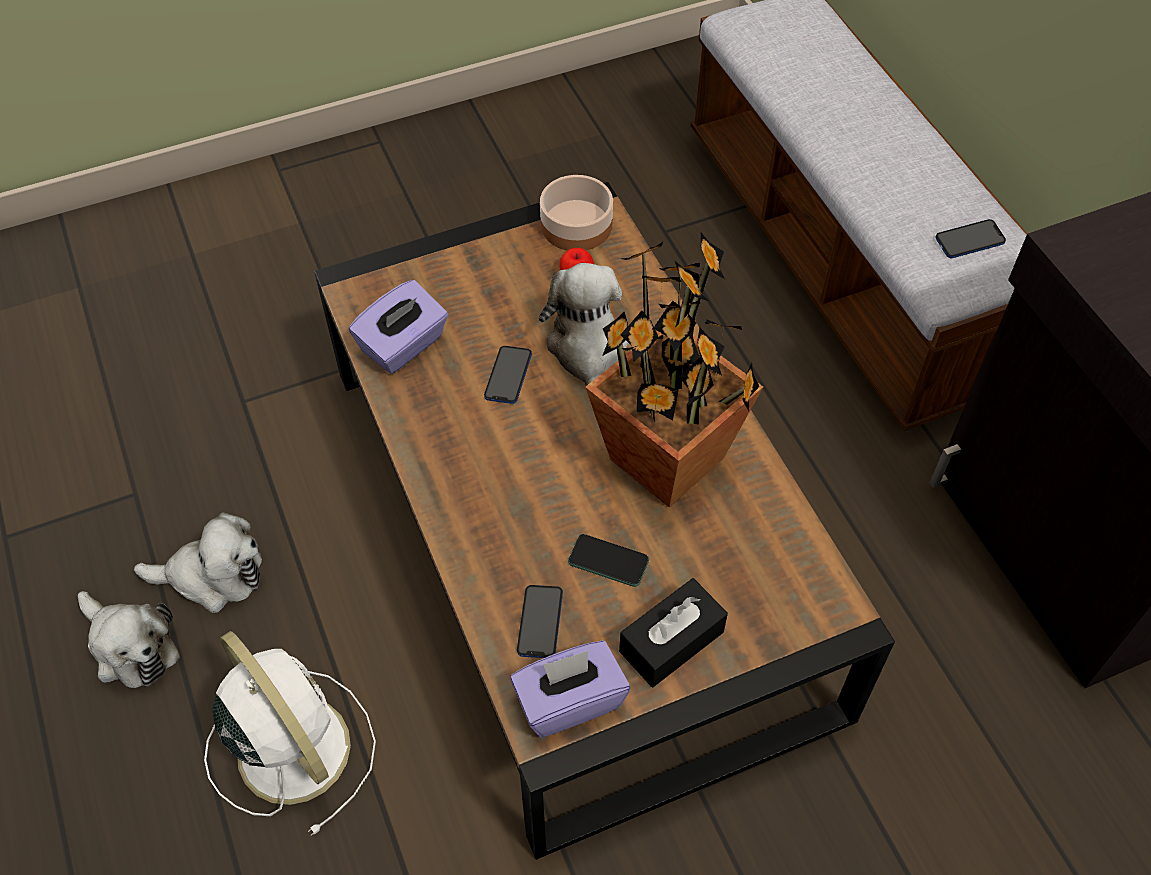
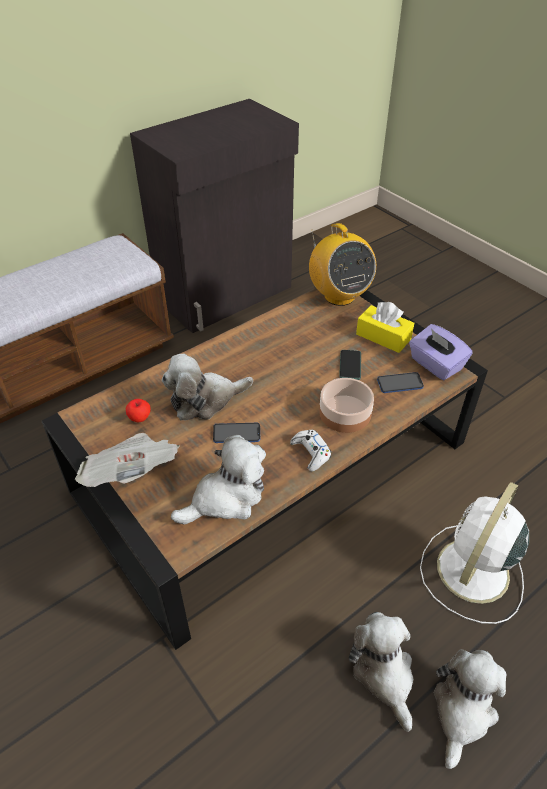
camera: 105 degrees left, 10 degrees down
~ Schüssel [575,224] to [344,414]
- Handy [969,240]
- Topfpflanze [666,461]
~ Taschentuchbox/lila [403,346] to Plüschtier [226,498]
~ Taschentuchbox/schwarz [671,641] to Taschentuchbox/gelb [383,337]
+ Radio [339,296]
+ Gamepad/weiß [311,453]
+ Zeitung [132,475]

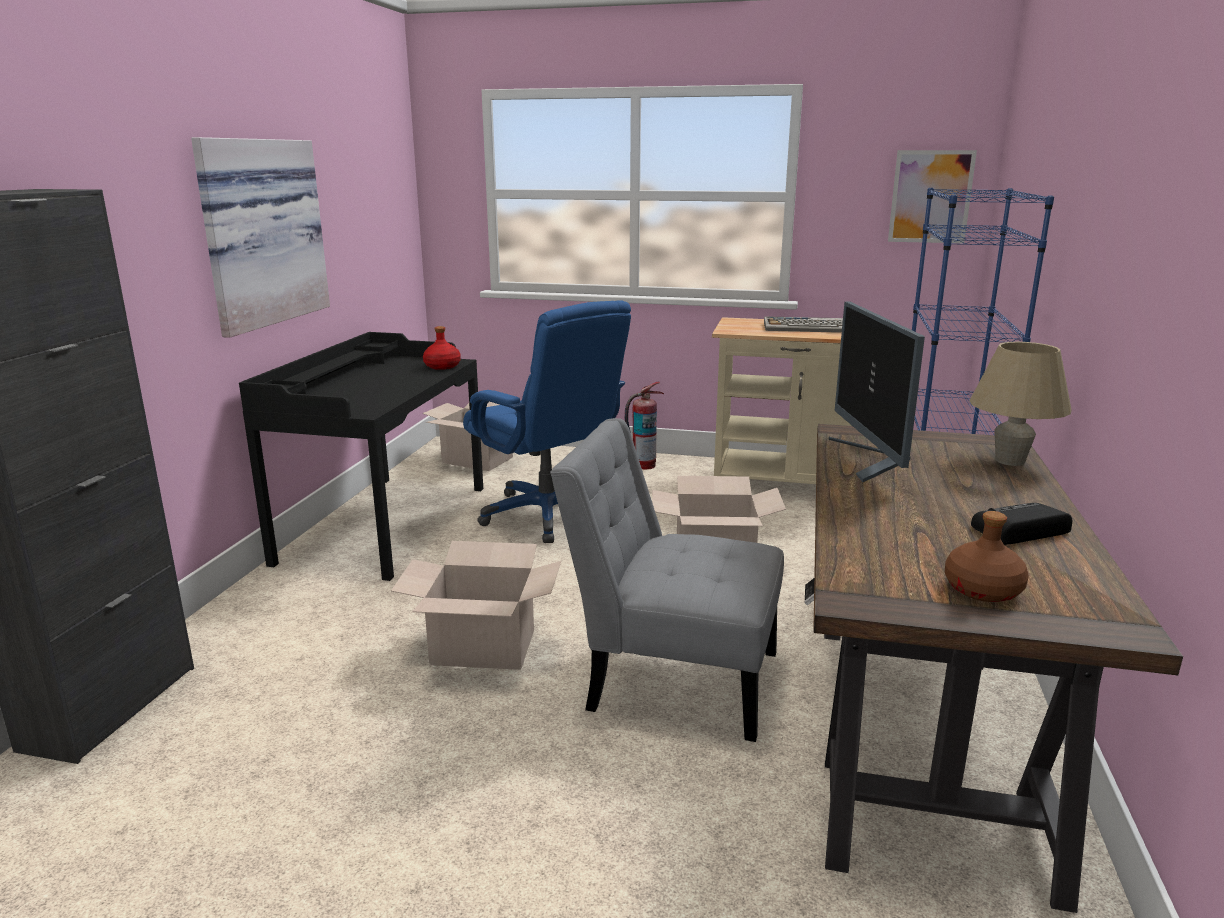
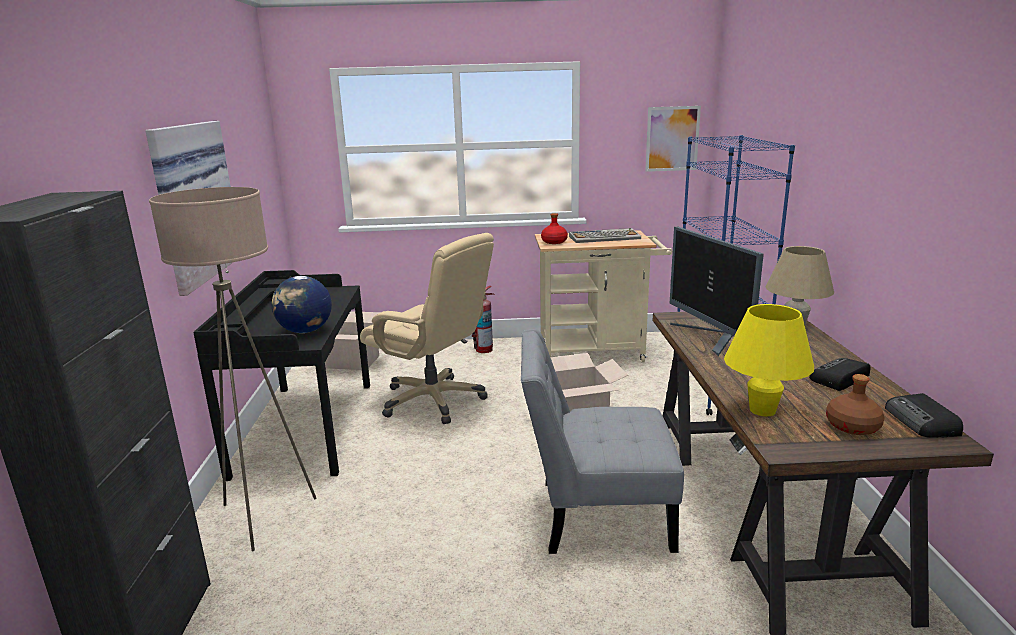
camera: 15 degrees left, 0 degrees up
~ Bürostuhl/blau [548,515] to Bürostuhl/beige [433,400]
~ Flasche/rot [442,366] to [554,242]
- Karton [484,647]
+ Stehlampe/beige [264,516]
+ Globus [305,331]
+ Tischlampe/gelb [762,410]
+ Radio [922,422]

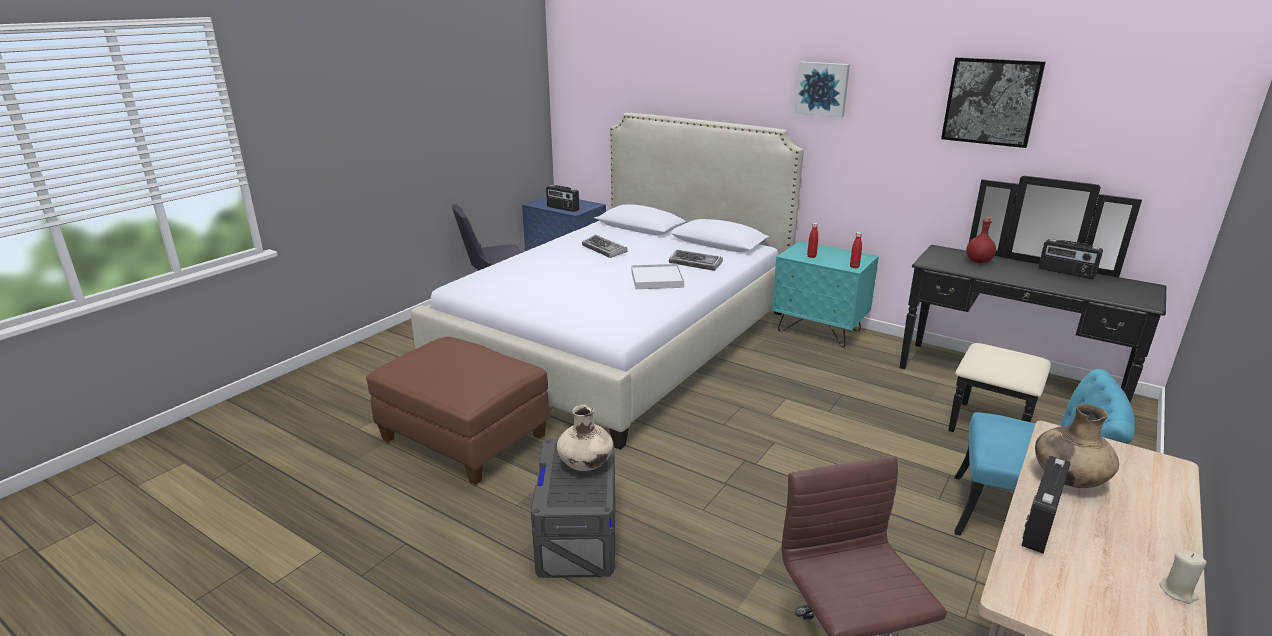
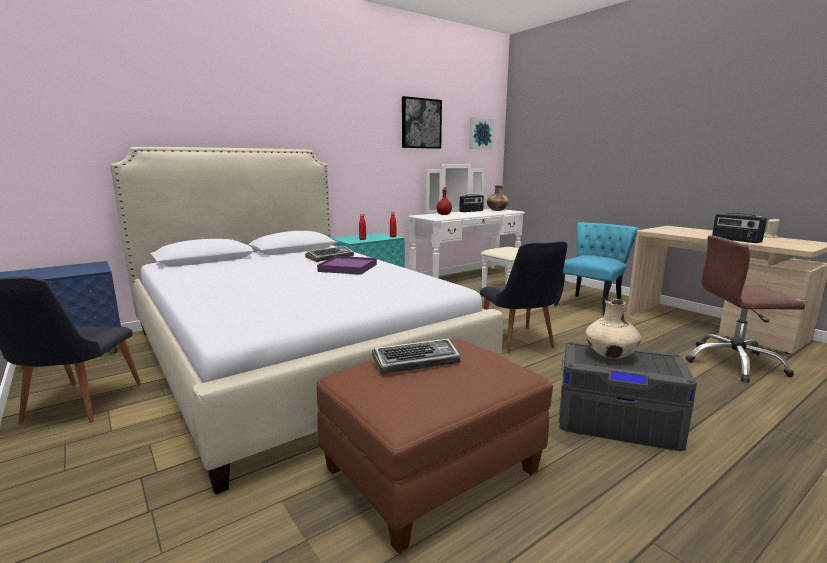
camera: 70 degrees left, 10 degrees down
~ Bild [822,89] to [480,133]
~ Kommode/schwarz [1005,391] to Kommode/weiß [476,280]
- Radio [562,208]
~ Tastatur [605,250] to [416,361]
~ Tablett/weiß [656,279] to Tablett/lila [348,268]
~ Vase/braun [1067,480] to [497,211]
+ Stuhl/schwarz [519,343]

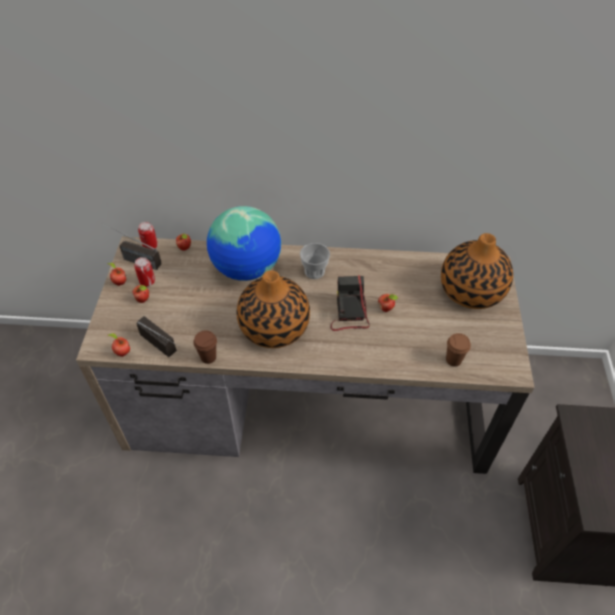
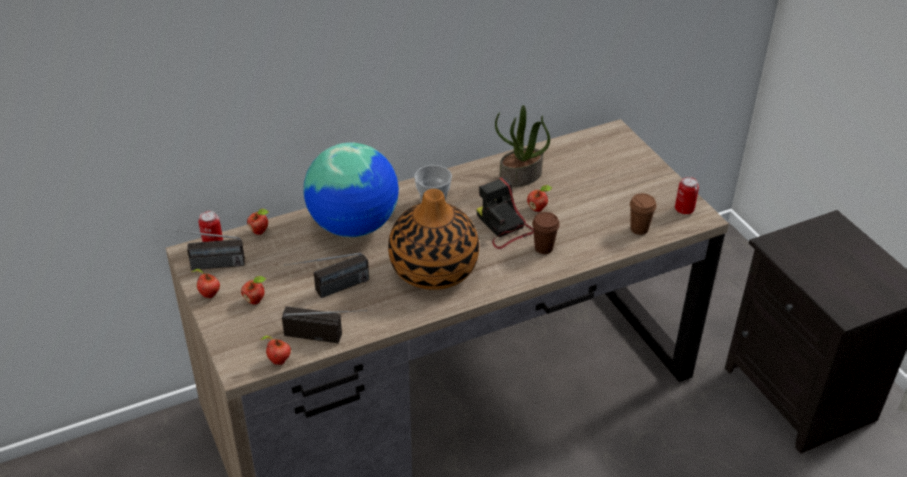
camera: 30 degrees left, 10 degrees down
- Vase [471,290]
~ Dose [147,281] to [684,209]
~ Tasse/braun [208,357] to [543,248]
+ Topfpflanze [520,177]
+ Radio [330,291]

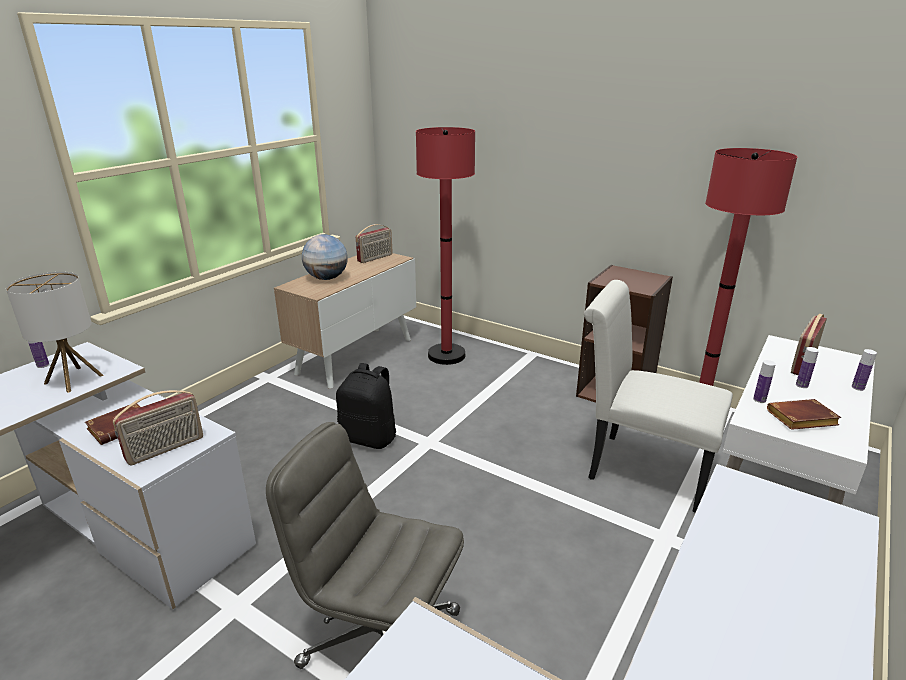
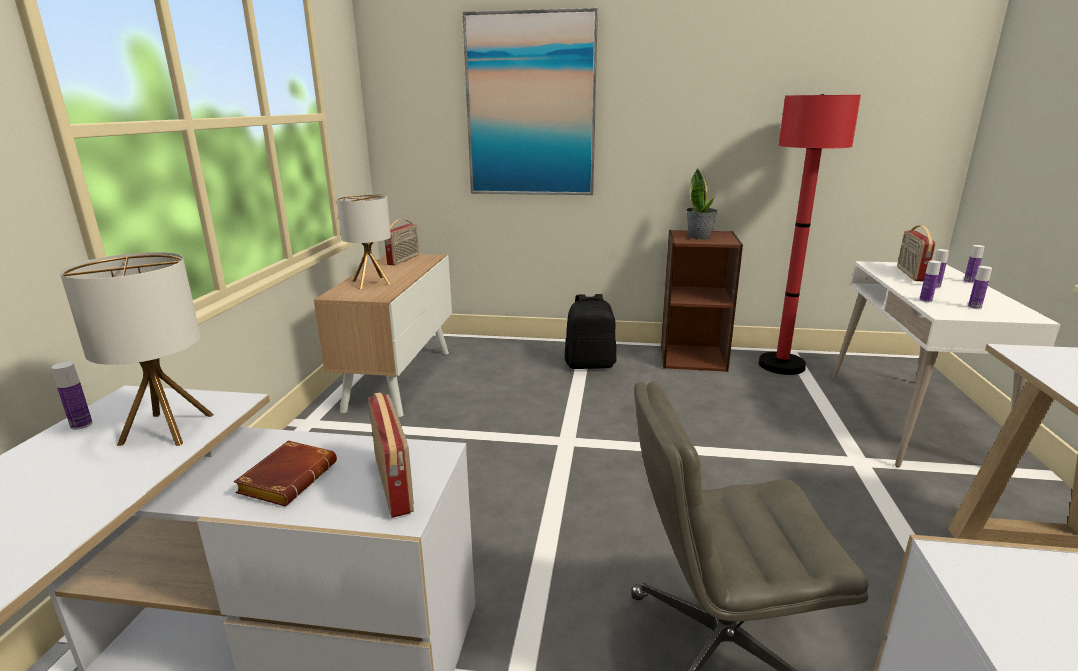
camera: 25 degrees left, 5 degrees down
- Stehlampe/rot [446,355]
~ Globus [327,278] to Tischlampe [371,283]
- Stuhl/weiß [640,469]
~ Rucksack/schwarz [369,438] to [590,364]
~ Radio [166,449] = [395,484] 45 degrees counterclockwise
~ Buch/braun [801,420] to Flasche [974,307]
+ Bild [530,106]
+ Topfpflanze [699,237]

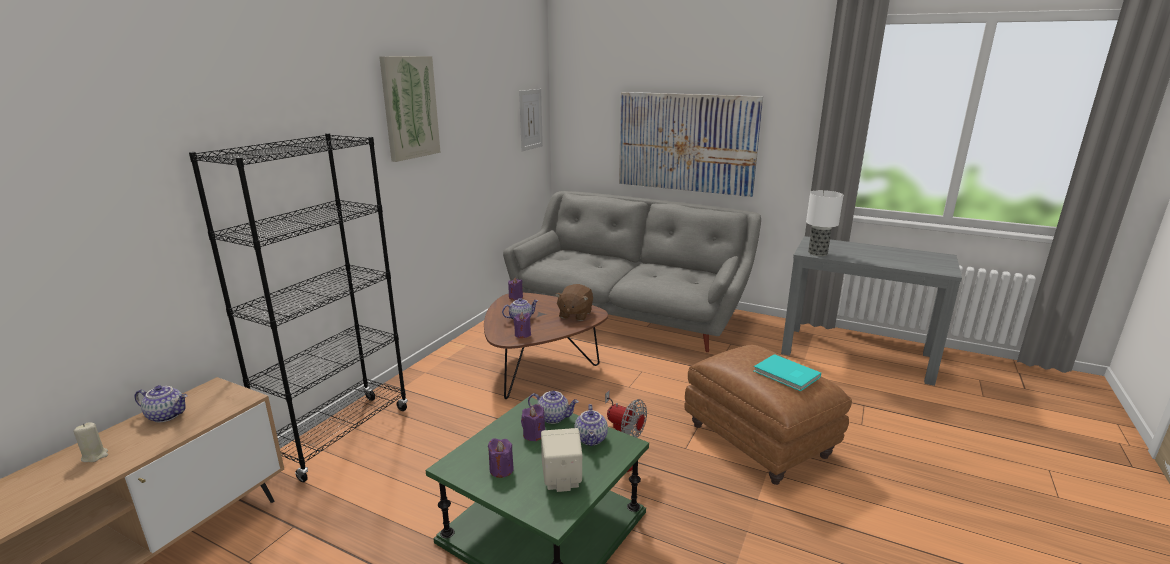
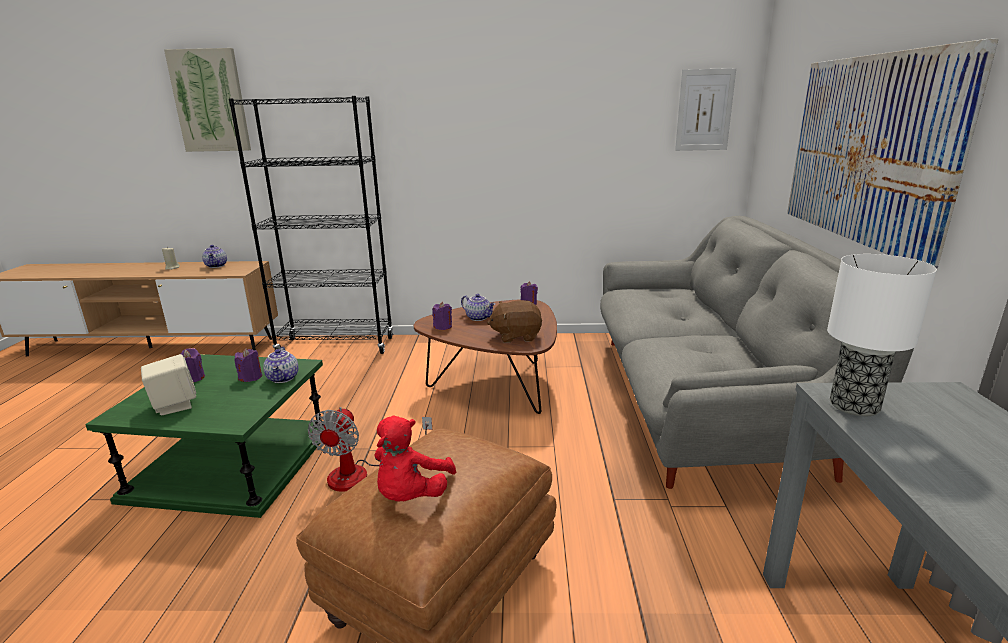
camera: 65 degrees right, 0 degrees up
~ Bild [409,107] to [210,101]
~ Buch/türkis [786,375] to Plüschtier/rot [411,495]
- Teekanne [591,439]

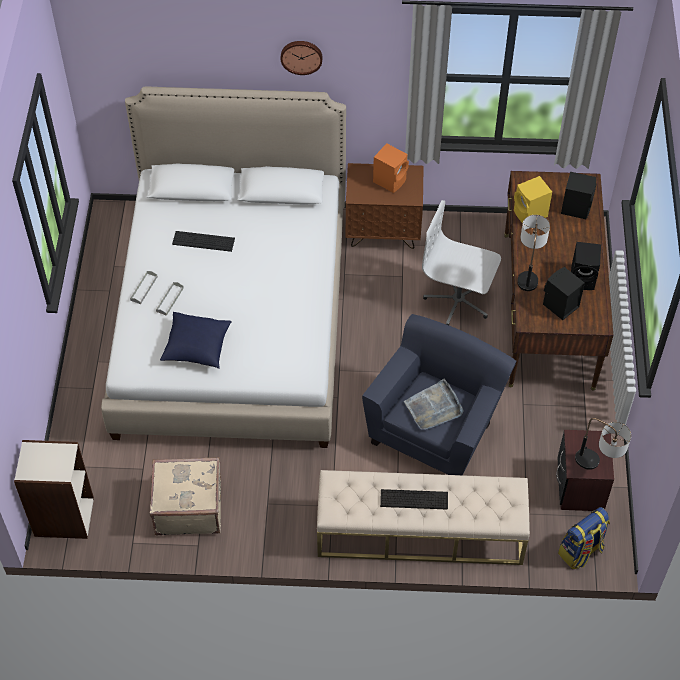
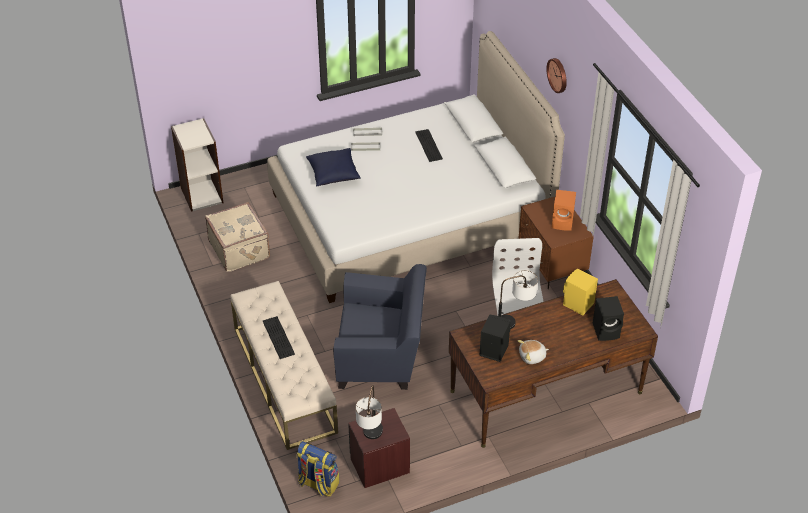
camera: 65 degrees right, 10 degrees down
~ Lautsprecher/schwarz [583,278] to Plüschtier [532,357]
- Tablett/grau [434,407]

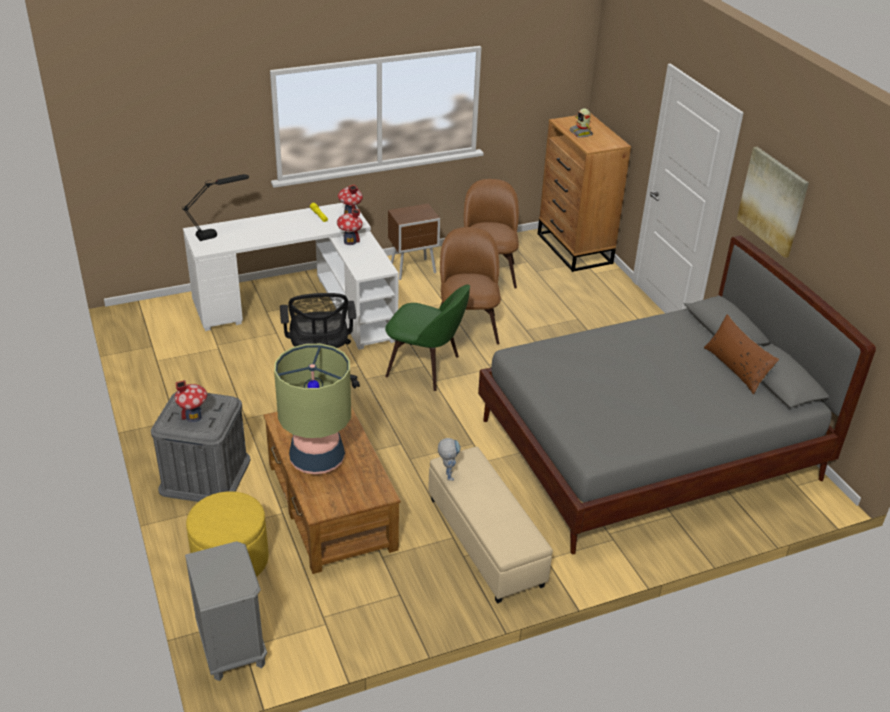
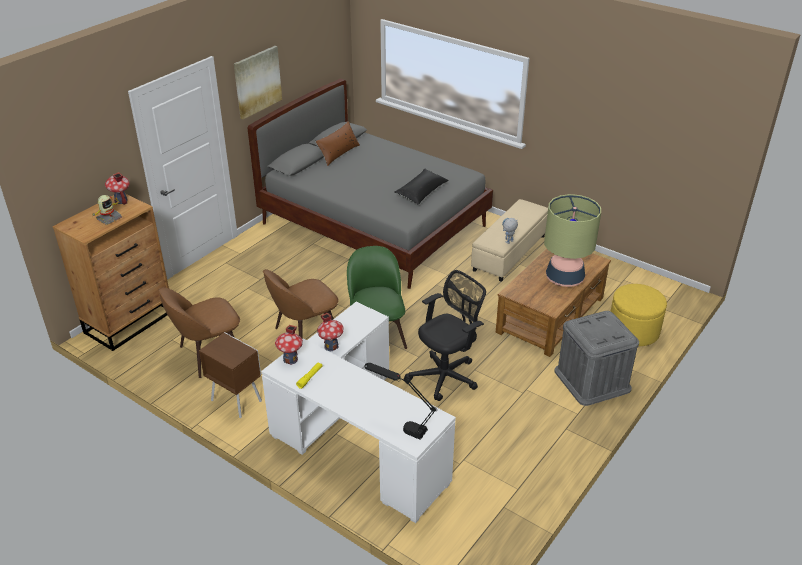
camera: 120 degrees left, 0 degrees up
~ Spielzeughaus [193,416] to [121,200]
- Nachttisch/grau [232,647]
+ Kissen/schwarz [421,192]

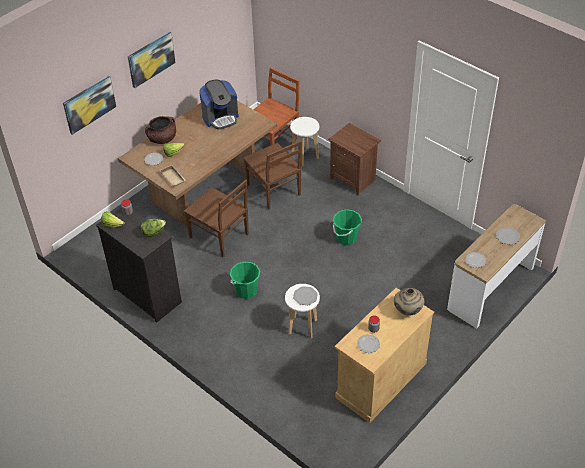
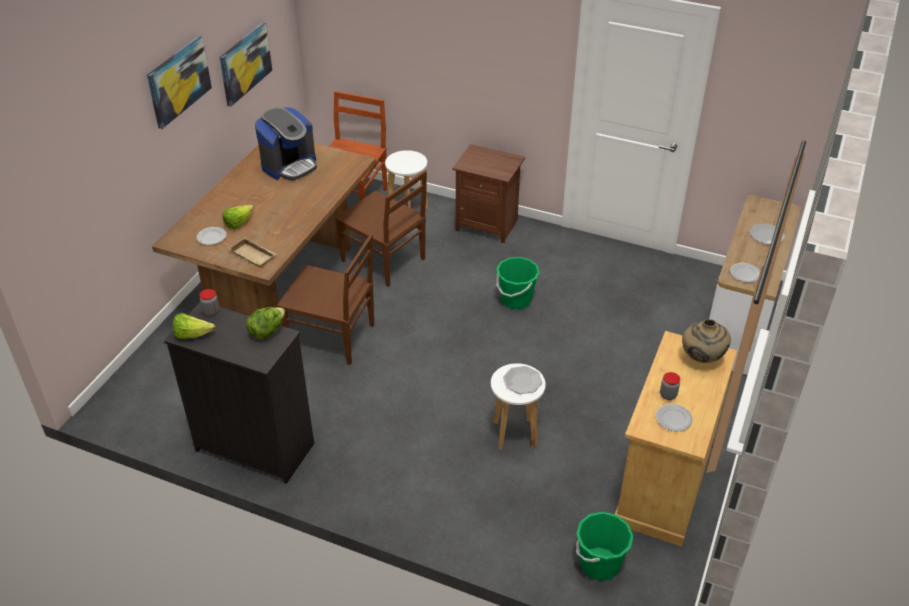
camera: 20 degrees left, 5 degrees down
~ Bild [89,104] to [245,63]
- Kochtopf/braun [162,139]
~ Eimer/grün [246,290] to [599,564]

